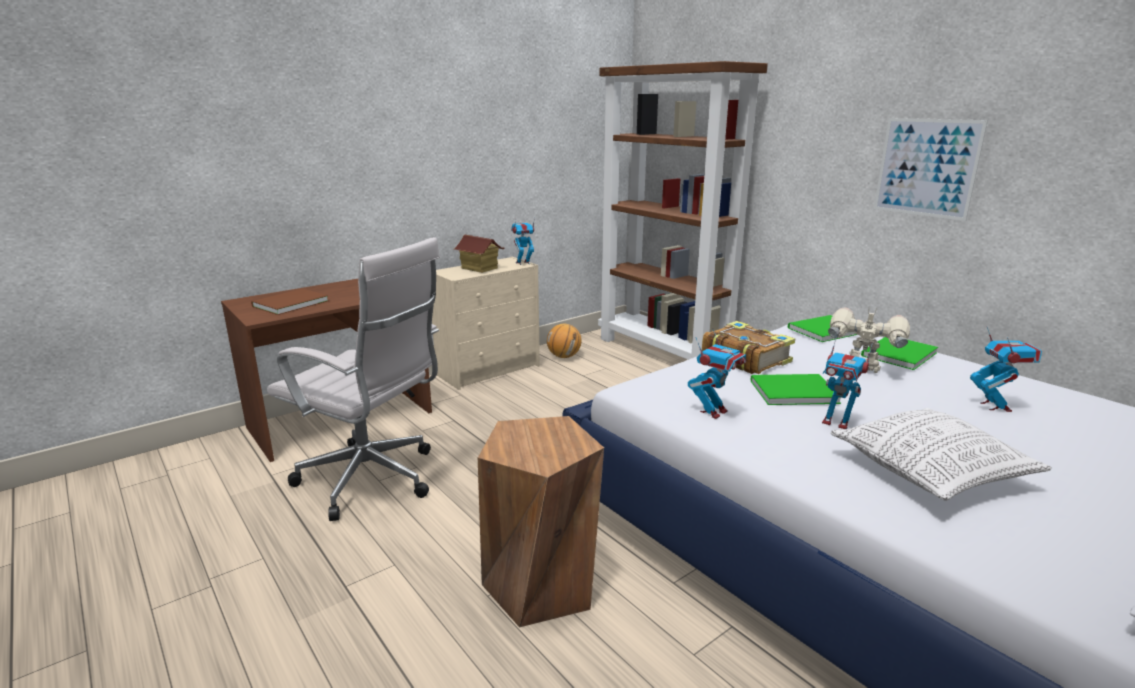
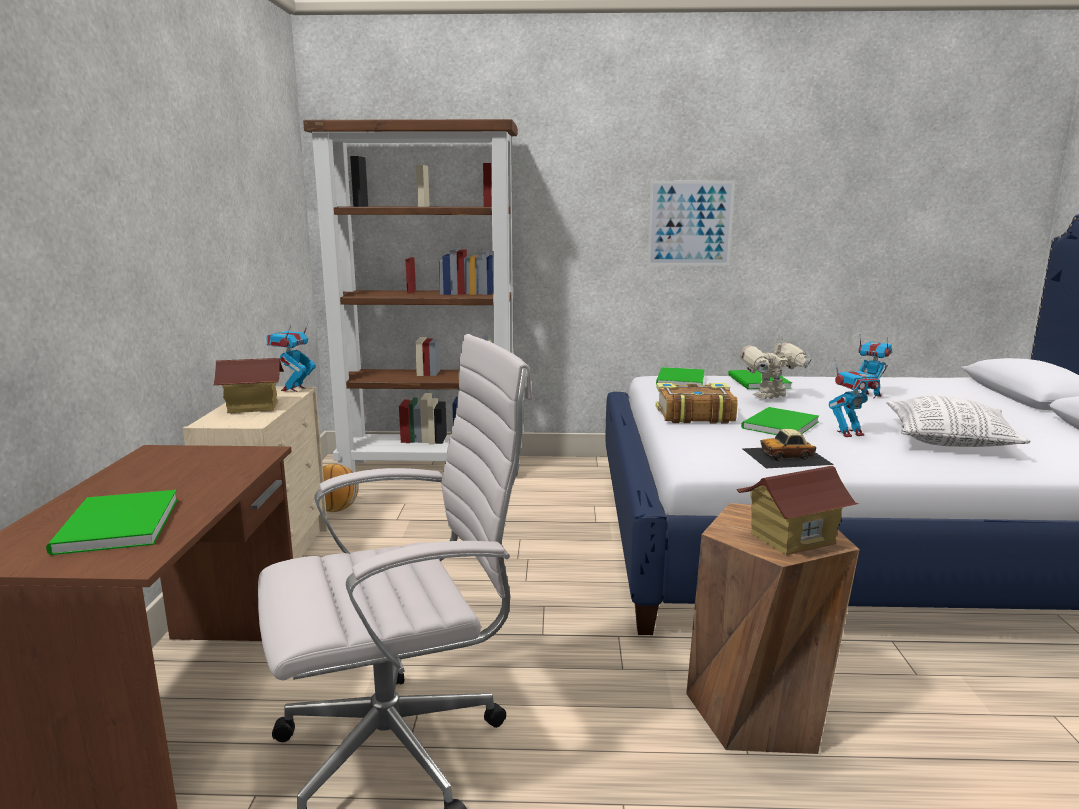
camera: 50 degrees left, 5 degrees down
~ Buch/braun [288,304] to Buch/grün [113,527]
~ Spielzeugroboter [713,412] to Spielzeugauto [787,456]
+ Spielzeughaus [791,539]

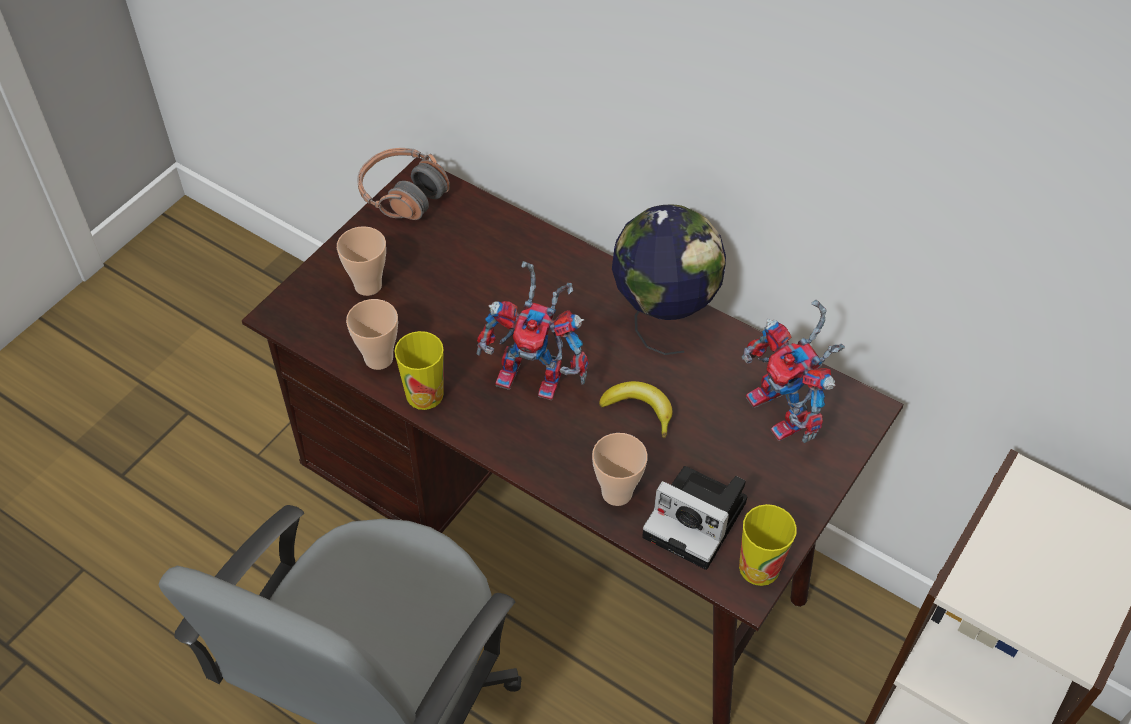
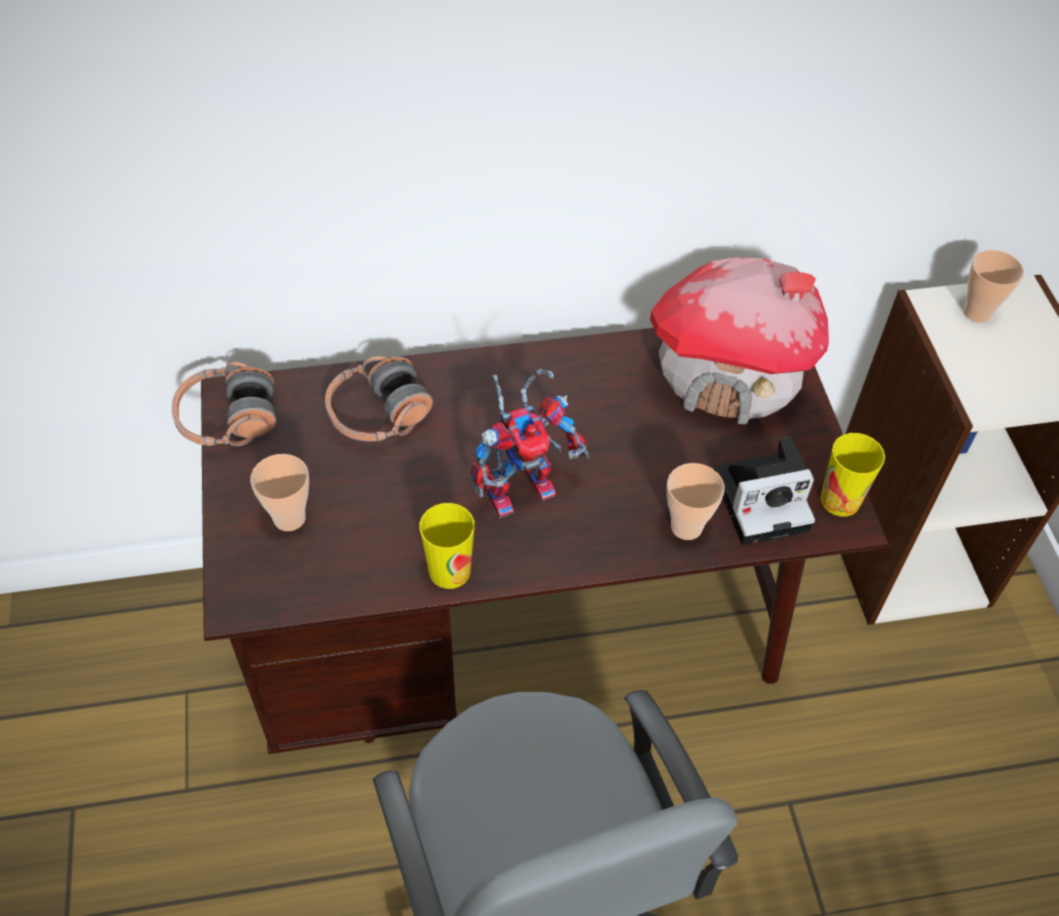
camera: 45 degrees left, 0 degrees up
- Globus [663,318]
~ Tasse [378,358] to [977,313]
~ Spielzeugroboter [786,414] to Spielzeughaus [730,376]
- Banane [639,410]
+ Kopfhörer [378,413]

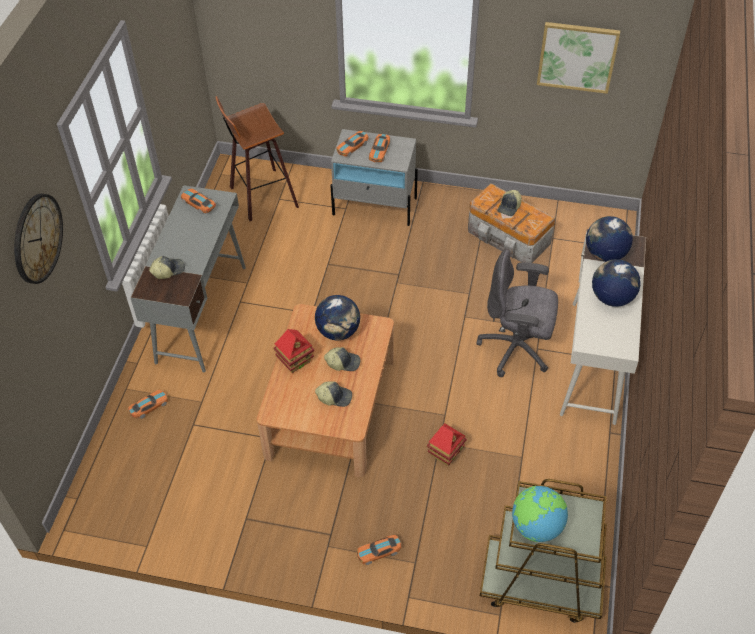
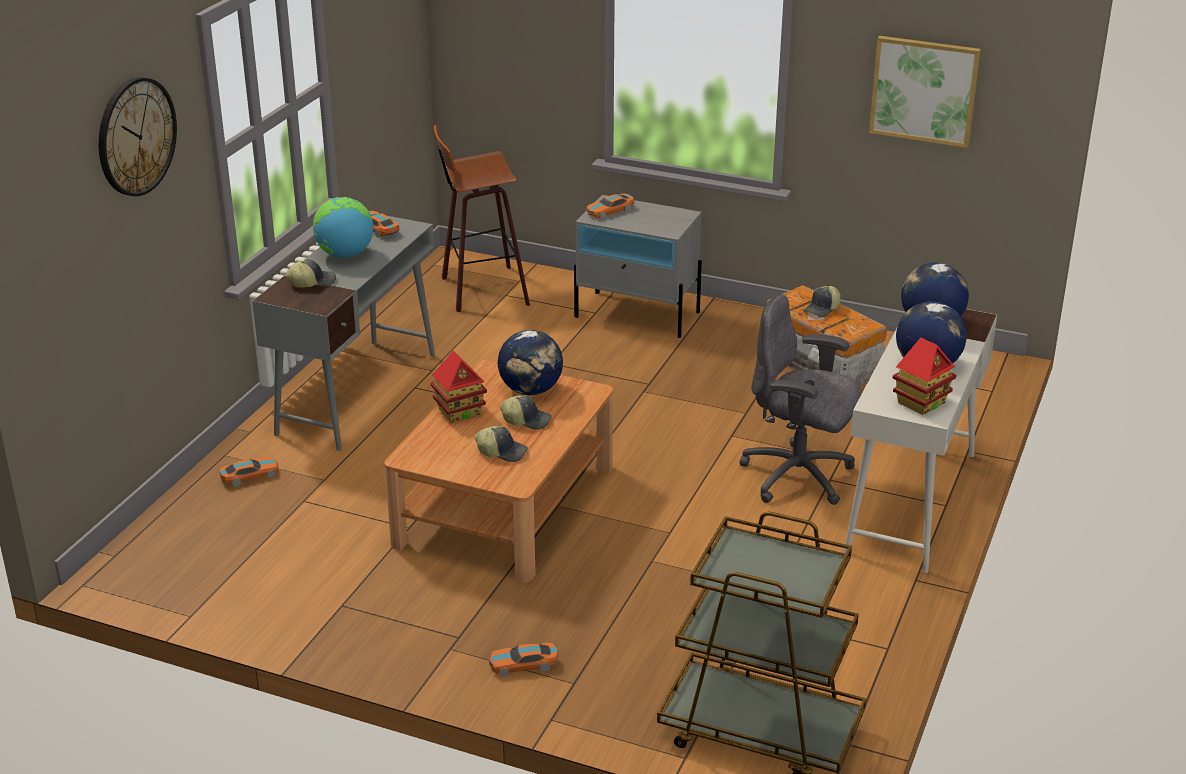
camera: 10 degrees right, 20 degrees down
- Spielzeugauto [379,151]
~ Spielzeughaus [445,453] to [921,402]
~ Globus [536,526] to [345,255]

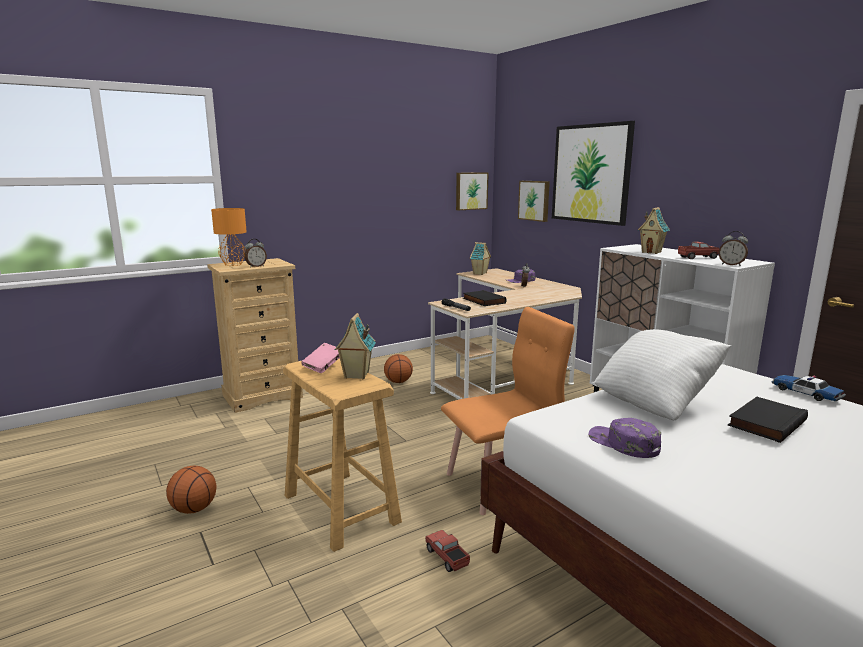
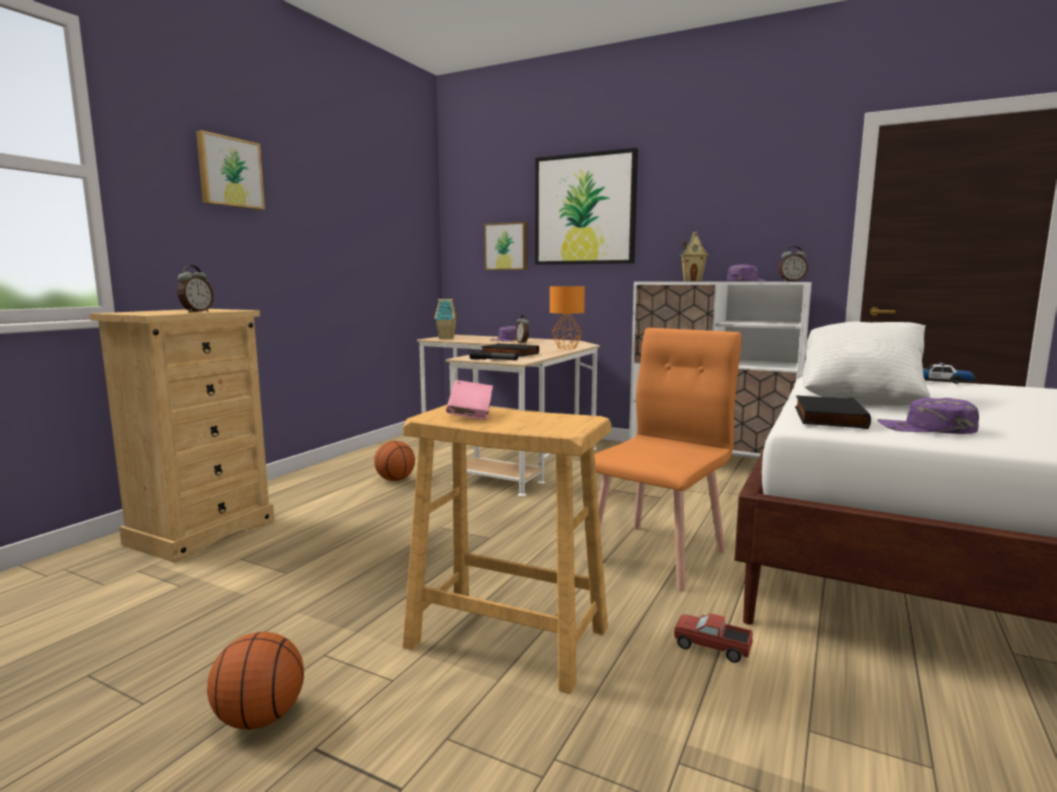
camera: 30 degrees left, 5 degrees down
~ Bild [471,191] to [229,172]
~ Tischlampe/orange [233,264] to [567,348]
~ Spielzeuglaster [697,258] to Kappe/lila [745,281]
- Spielzeughaus [356,375]
~ Buch/schwarz [765,422] to [826,417]

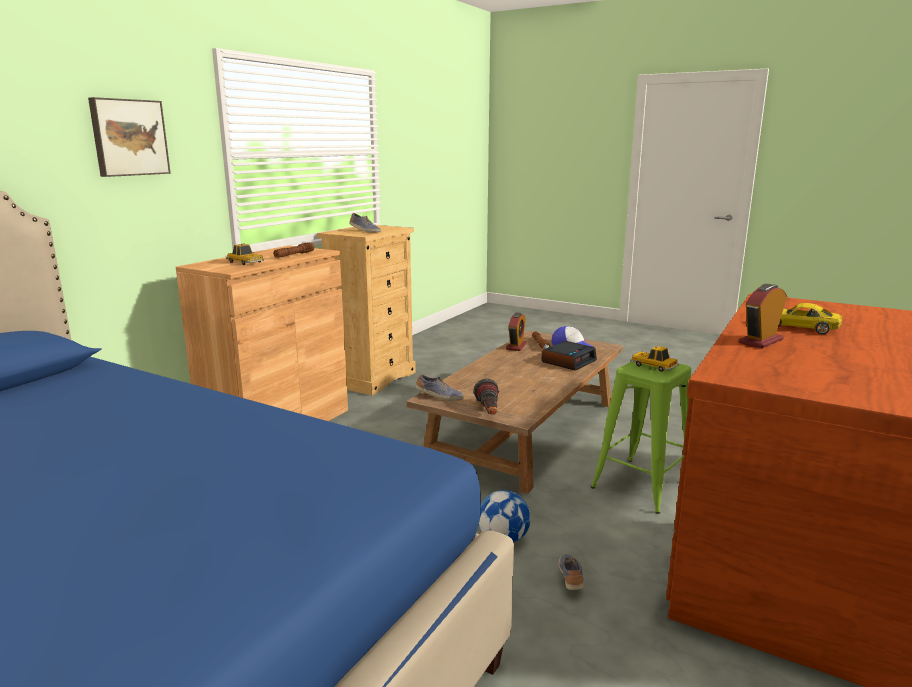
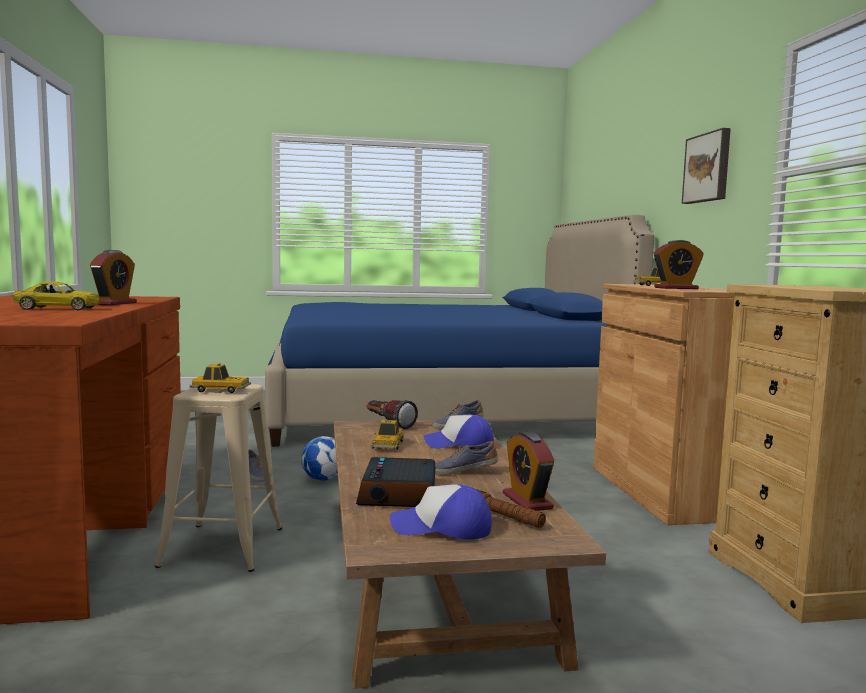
camera: 140 degrees right, 10 degrees down
~ Schuh [364,231] to [461,471]
~ Taschenlampe/braun [294,255] to Wecker [676,288]
~ Hocker/grün [643,484] to Hocker/beige [222,547]
+ Kappe [459,444]
+ Spielzeugauto [387,445]

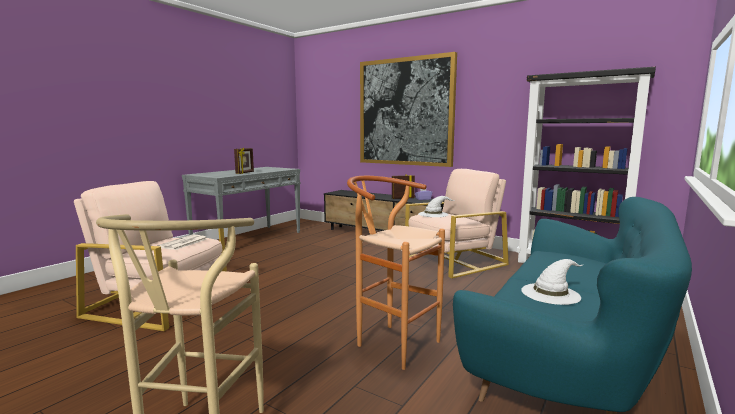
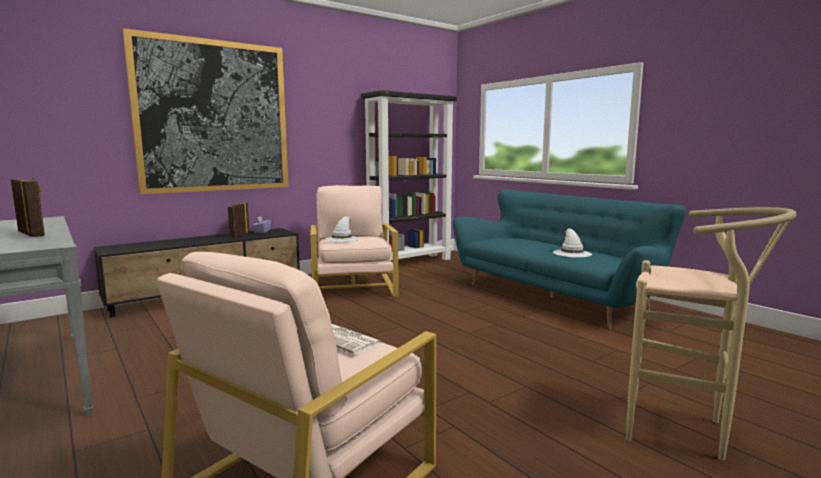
camera: 70 degrees left, 0 degrees up
- Hocker/braun [391,342]

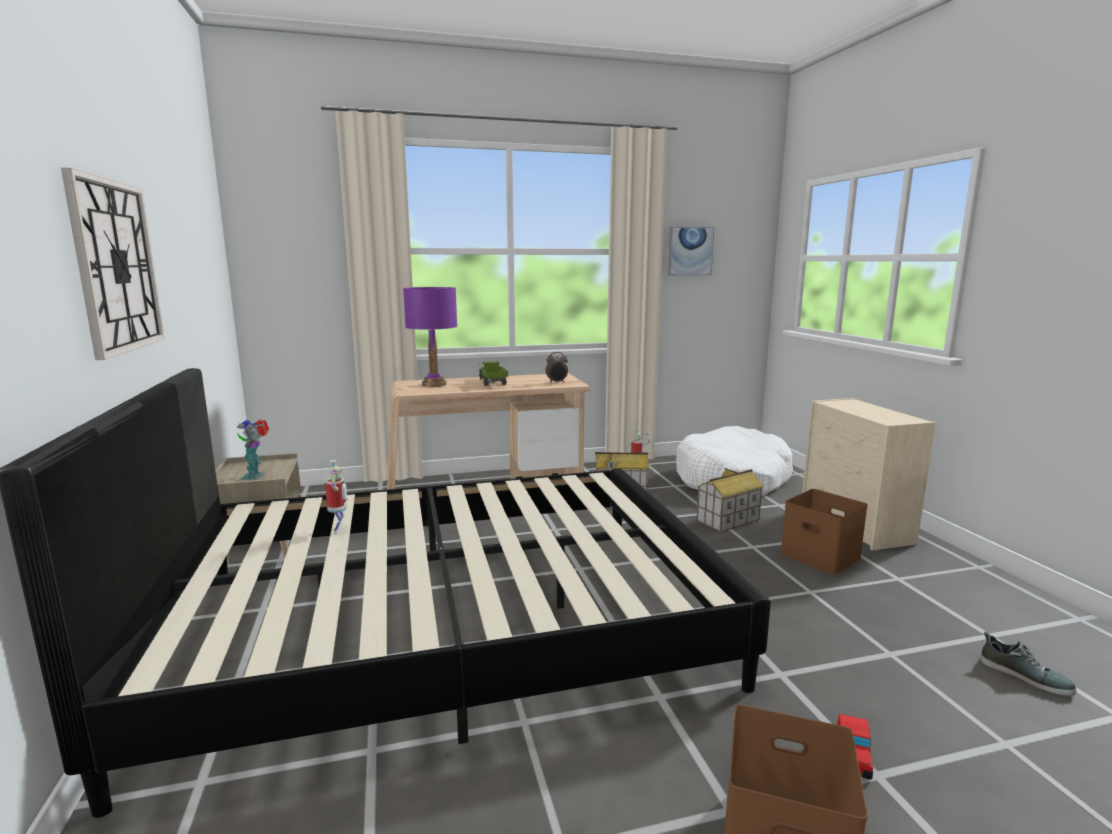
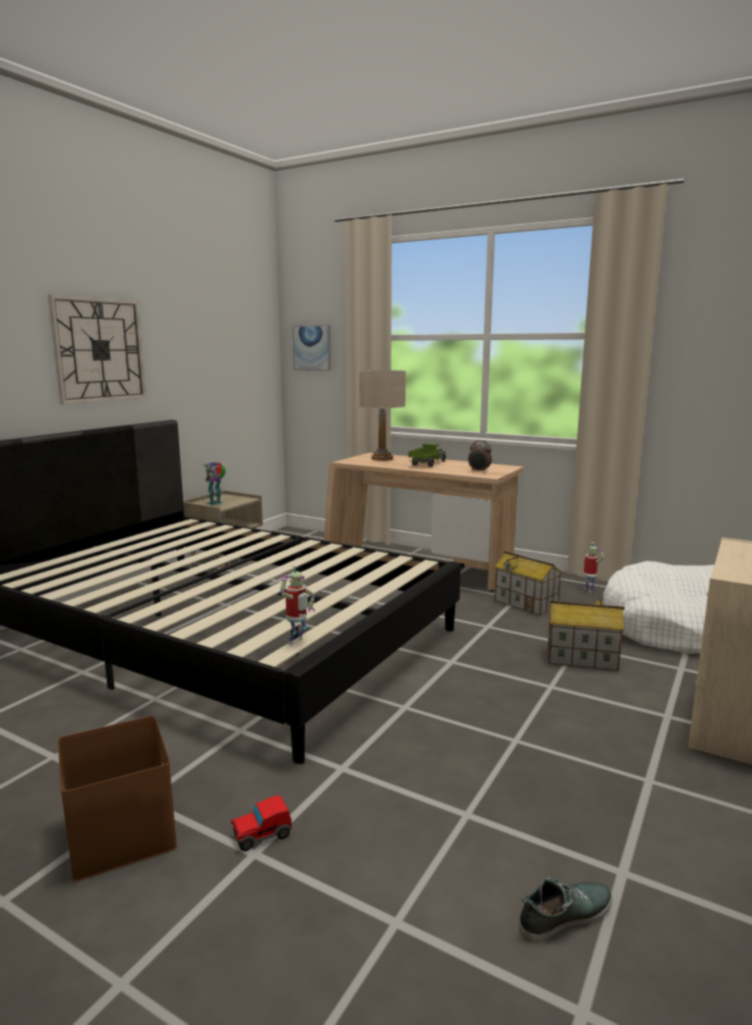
camera: 45 degrees right, 0 degrees up
~ Bild [690,251] to [312,348]
~ Tischlampe/lila [434,384] to Tischlampe/beige [382,458]
~ Spielzeugroboter [339,530] to [297,642]
- Aufbewahrungsbox/braun [818,556]
~ Schuh [1025,676] = [564,915] 120 degrees counterclockwise

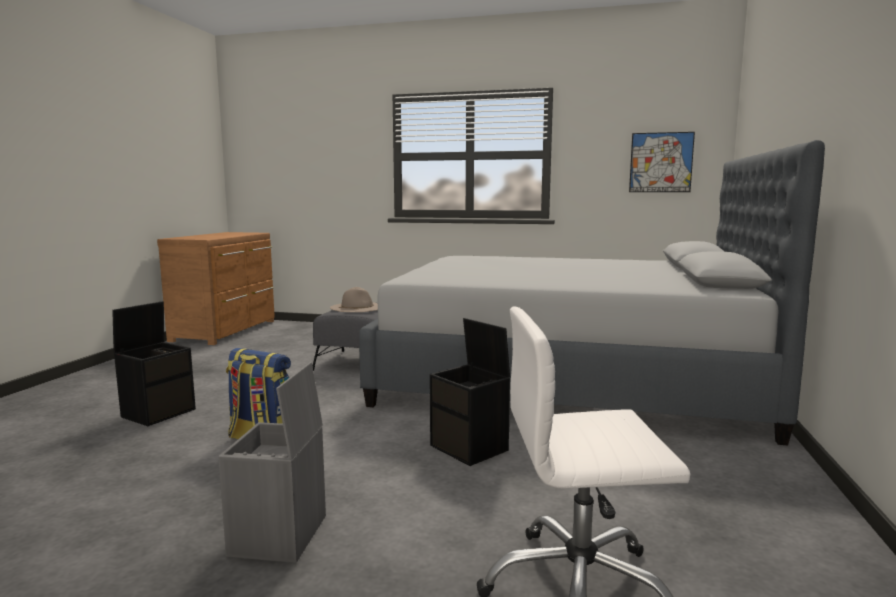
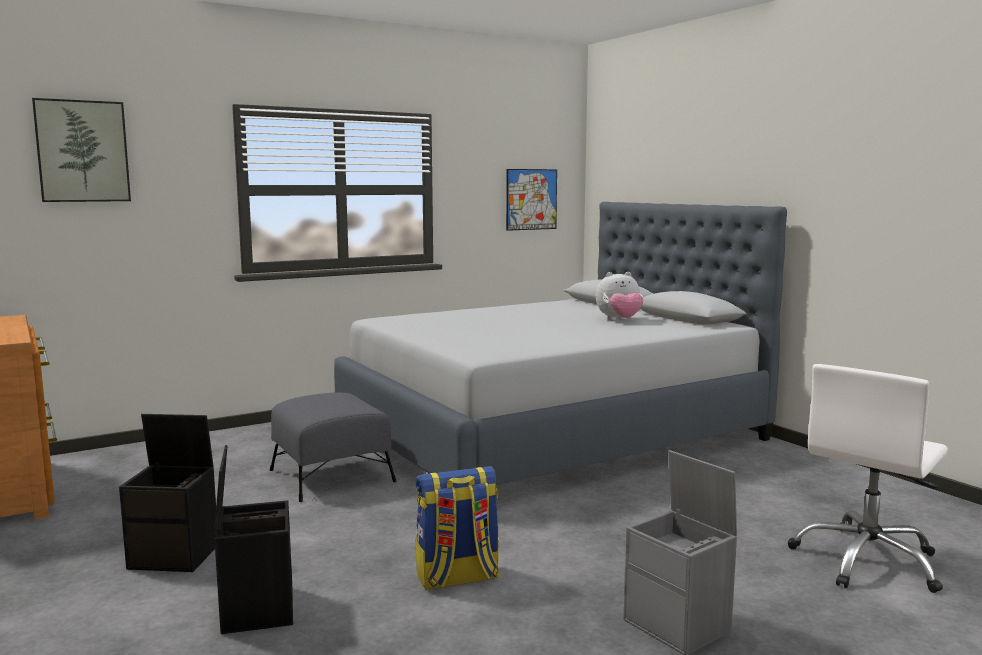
camera: 45 degrees left, 0 degrees up
- Hut/beige [357,307]
~ Aufbewahrungsbox/schwarz [470,448] to [176,556]
+ Bild [82,151]
+ Plüschtier [619,320]

